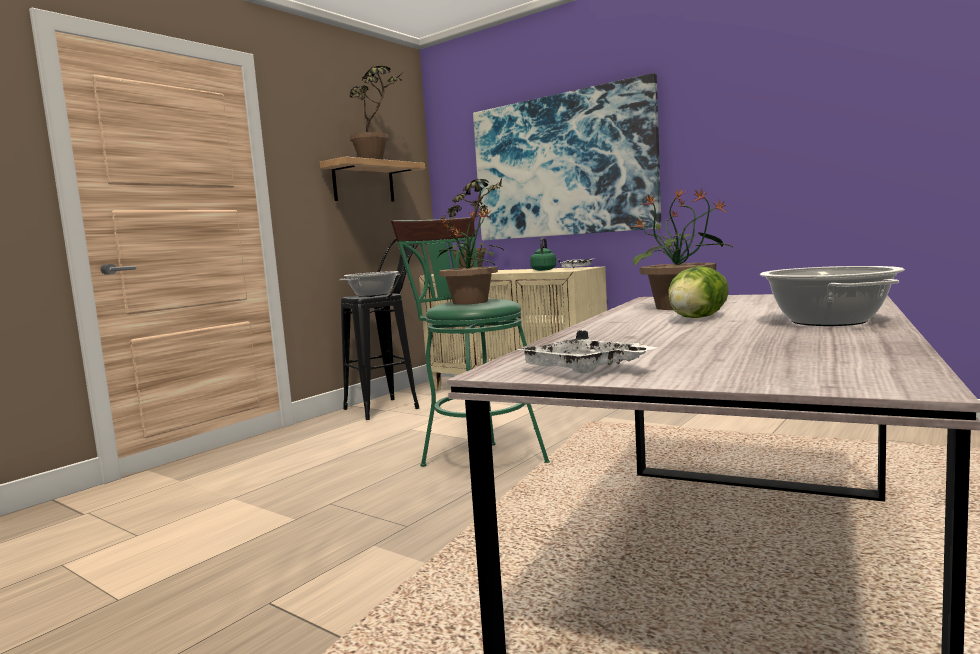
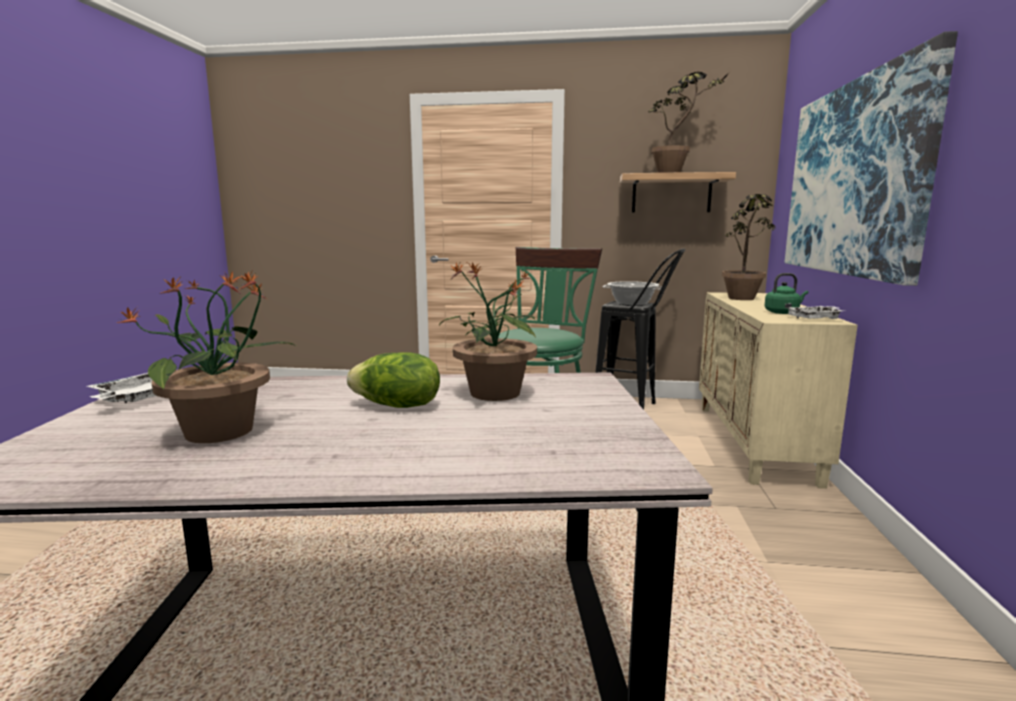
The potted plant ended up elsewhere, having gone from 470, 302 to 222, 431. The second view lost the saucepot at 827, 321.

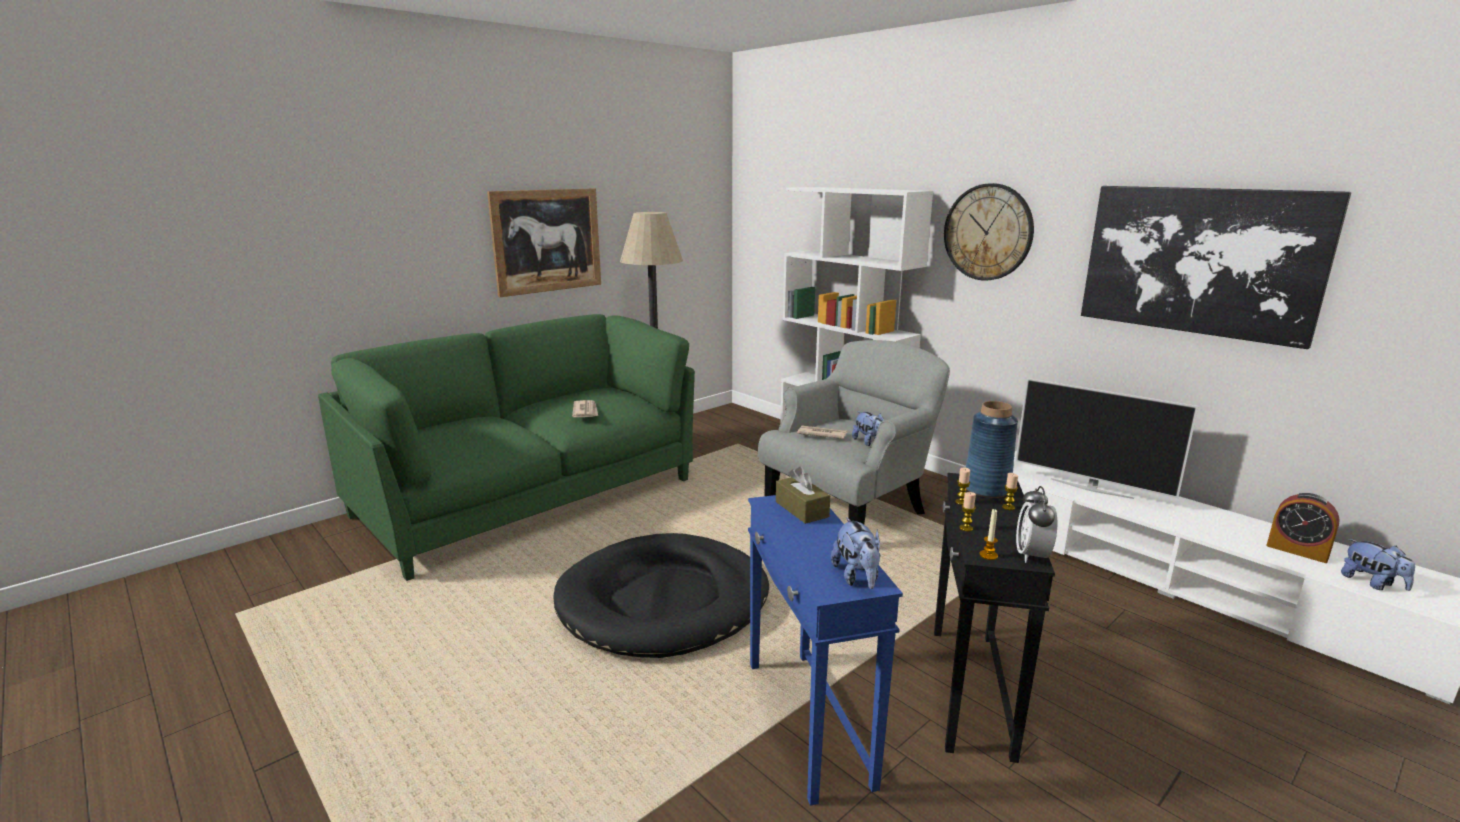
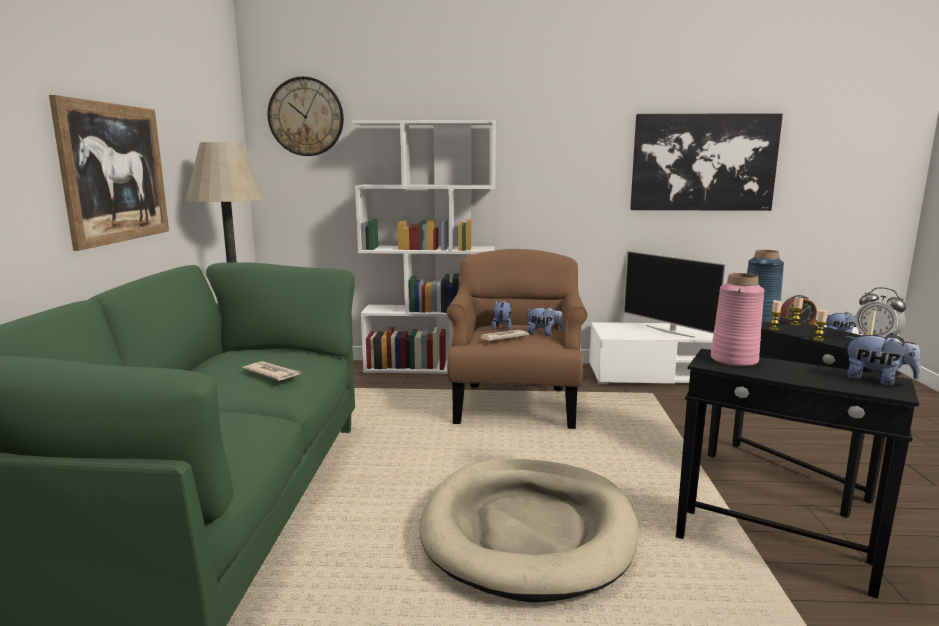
What was the pet bed (blackish) at 664, 601 turned into the pet bed (beige) at 528, 531. What was the end table (blue) at 807, 722 turned into the end table (blackish) at 773, 550. What was the lounge chair (gray) at 849, 509 turned into the lounge chair (brown) at 515, 404. Where the box of tissues (brown) stood at 801, 509, the flower vase (pinkish) came to stand at 734, 360. The clock on the wall ended up elsewhere, having gone from 988, 232 to 306, 117. The TV at 1091, 488 ended up facing another way, 60 degrees clockwise from before. The second view gained the plush toy at 502, 327.

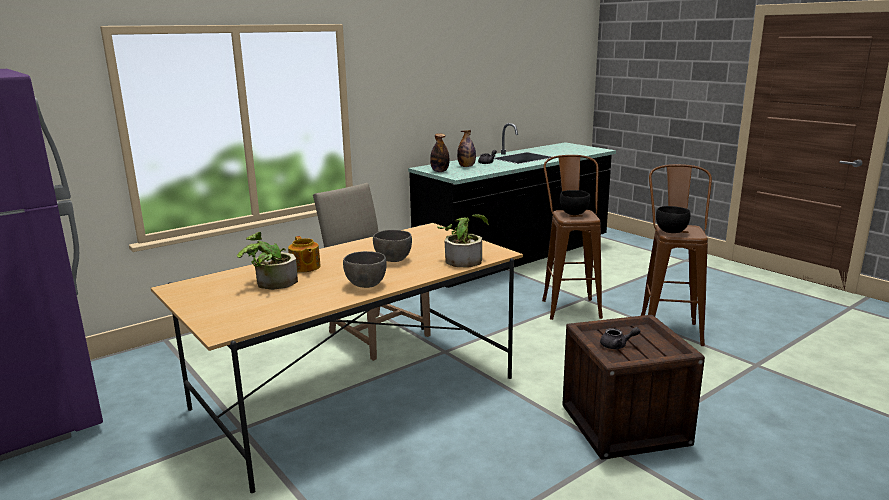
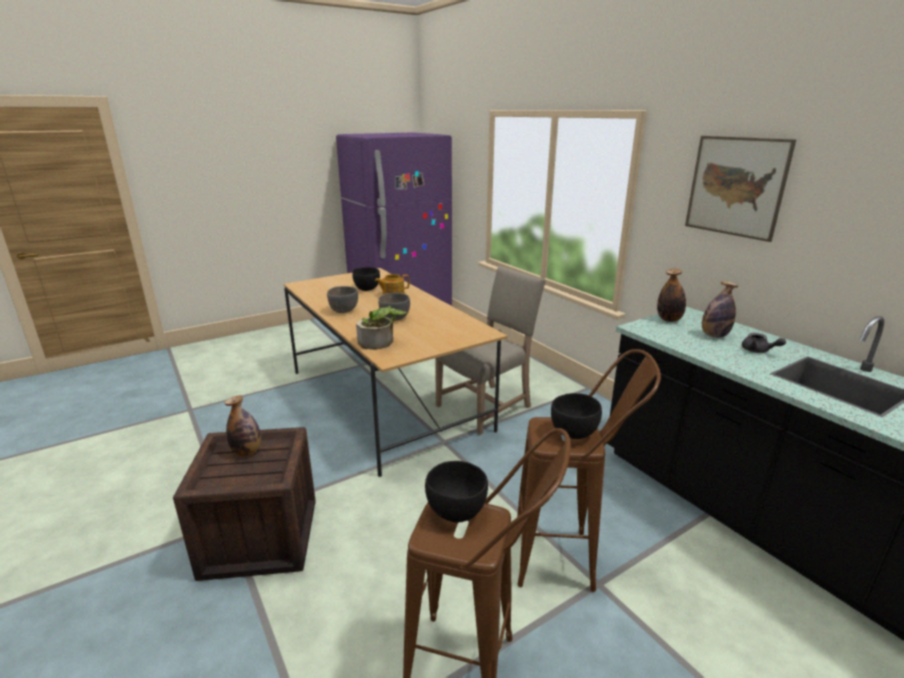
Where the potted plant stood at 271, 283, the serving bowl (blackish) came to stand at 367, 289. Where the teapot (gray) stood at 617, 345, the bottle came to stand at 247, 452. The second view gained the wall art at 736, 186.

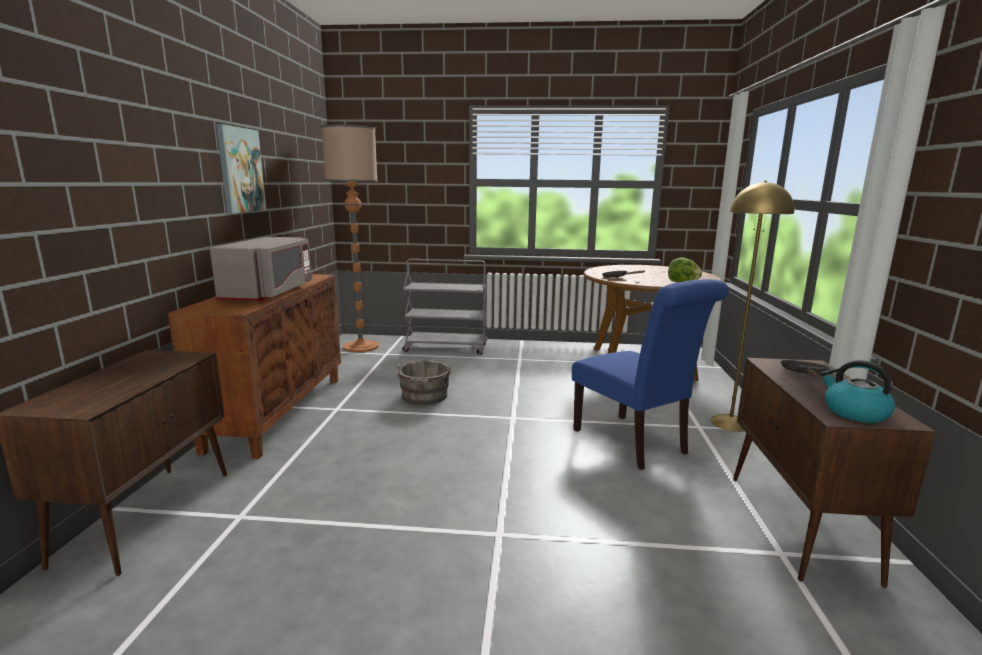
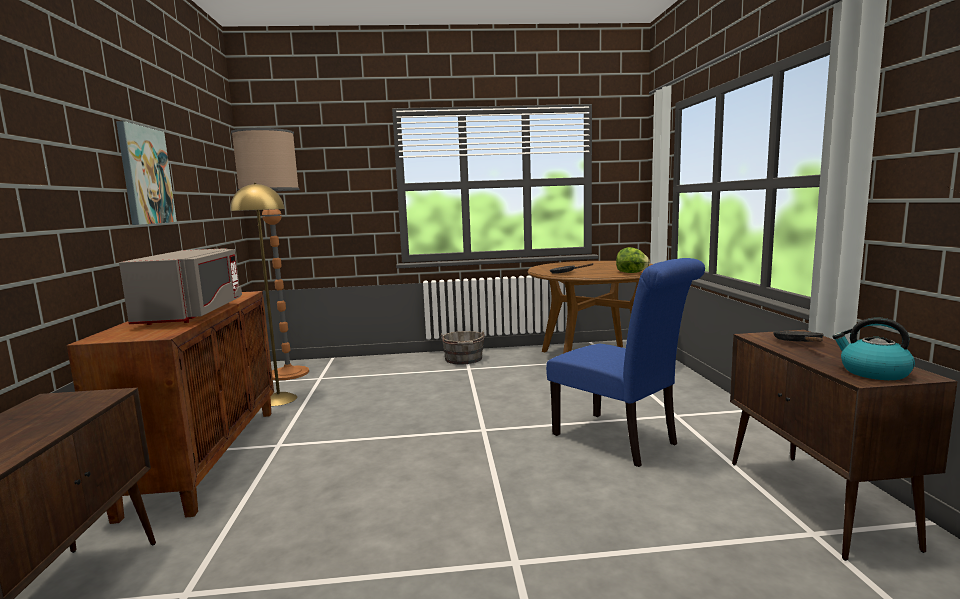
The bucket (gray) ended up elsewhere, having gone from 424, 397 to 464, 359. The second view lost the cart (gray) at 446, 348. The standing lamp (yellow-coloured) ended up elsewhere, having gone from 730, 423 to 279, 399.

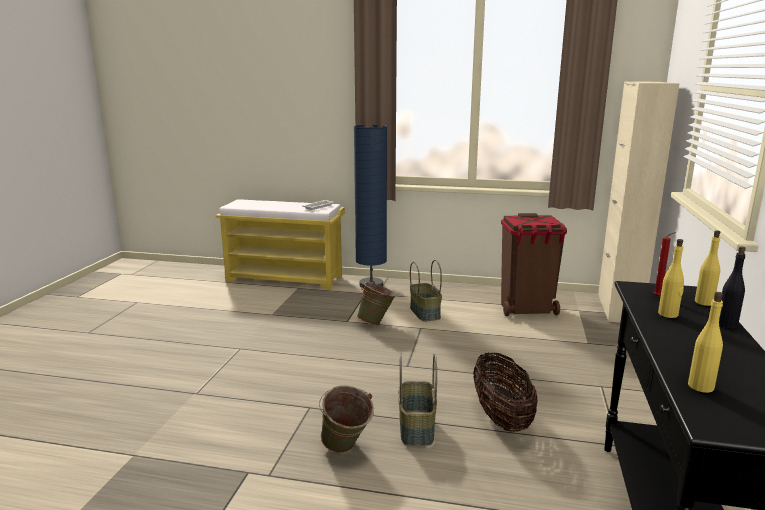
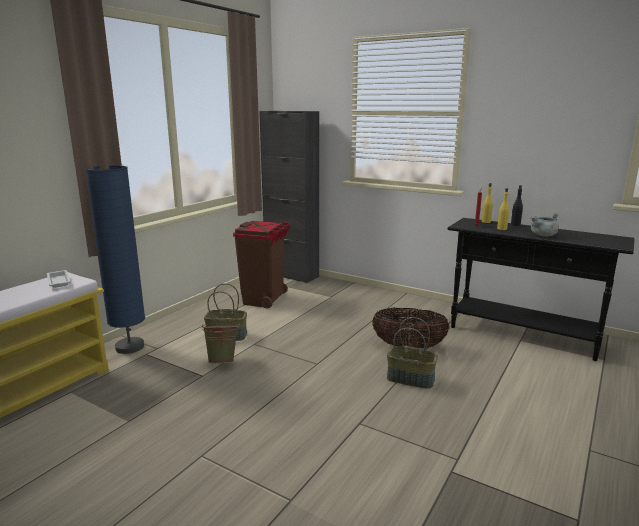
The second view lost the bucket (greenish) at 345, 450. What was the cupboard (beige) at 619, 308 turned into the cupboard (blackish) at 292, 275. The second view lost the bottle (yellow-coloured) at 700, 386. The second view gained the saucepot (gray) at 543, 235.

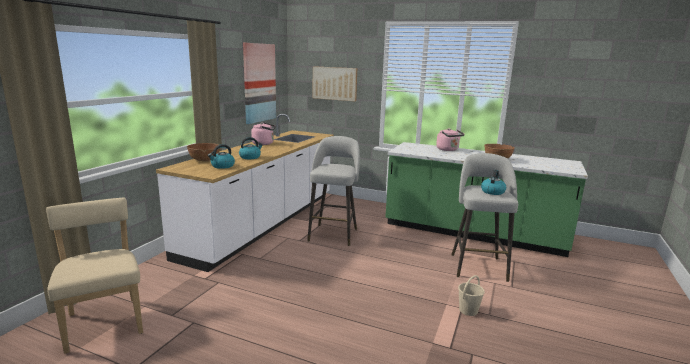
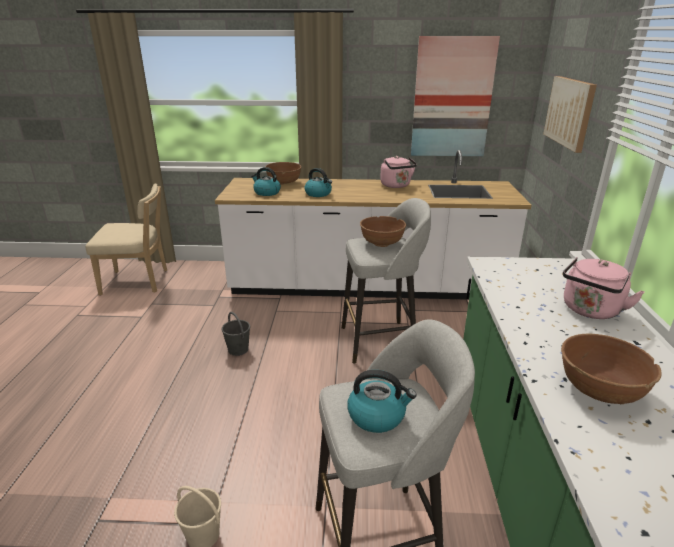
The plain chair (beige) at 104, 321 ended up facing another way, 45 degrees clockwise from before. The second view gained the bucket (gray) at 238, 350. The second view gained the serving bowl (brown) at 381, 243.

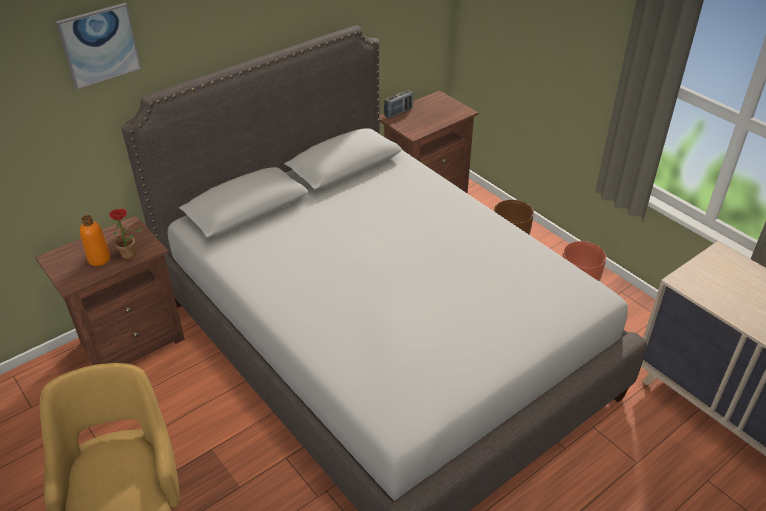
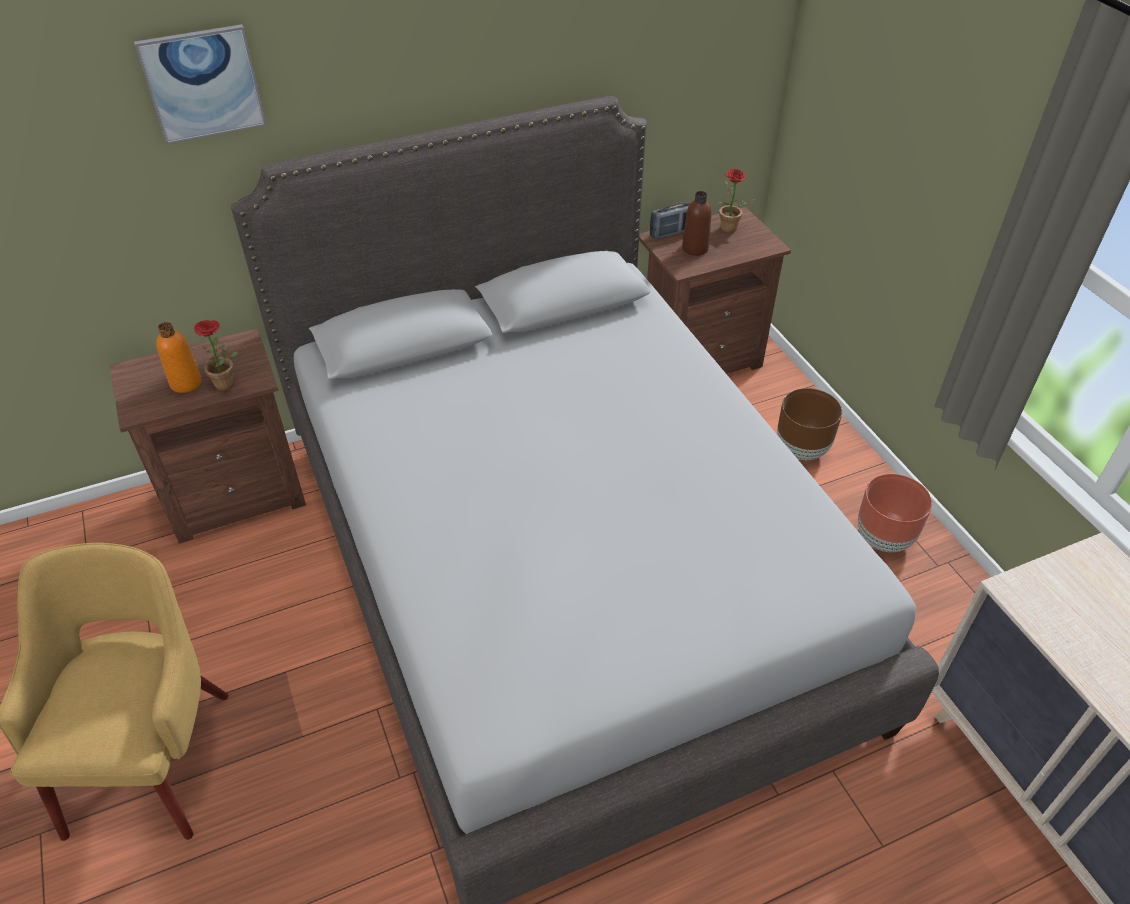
The second view gained the bottle (brown) at 695, 248. The second view gained the potted plant at 728, 231.

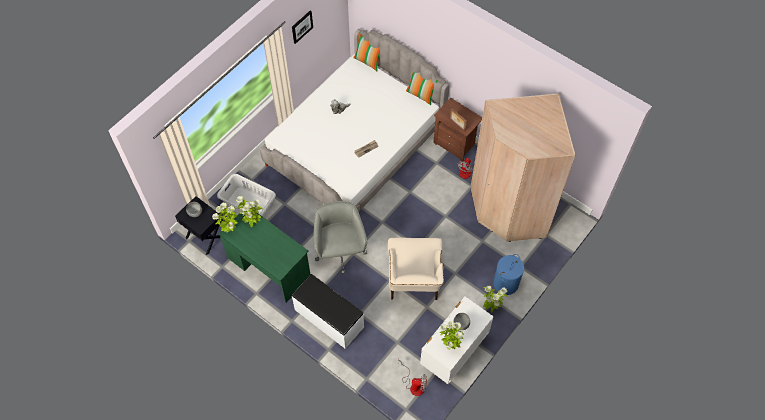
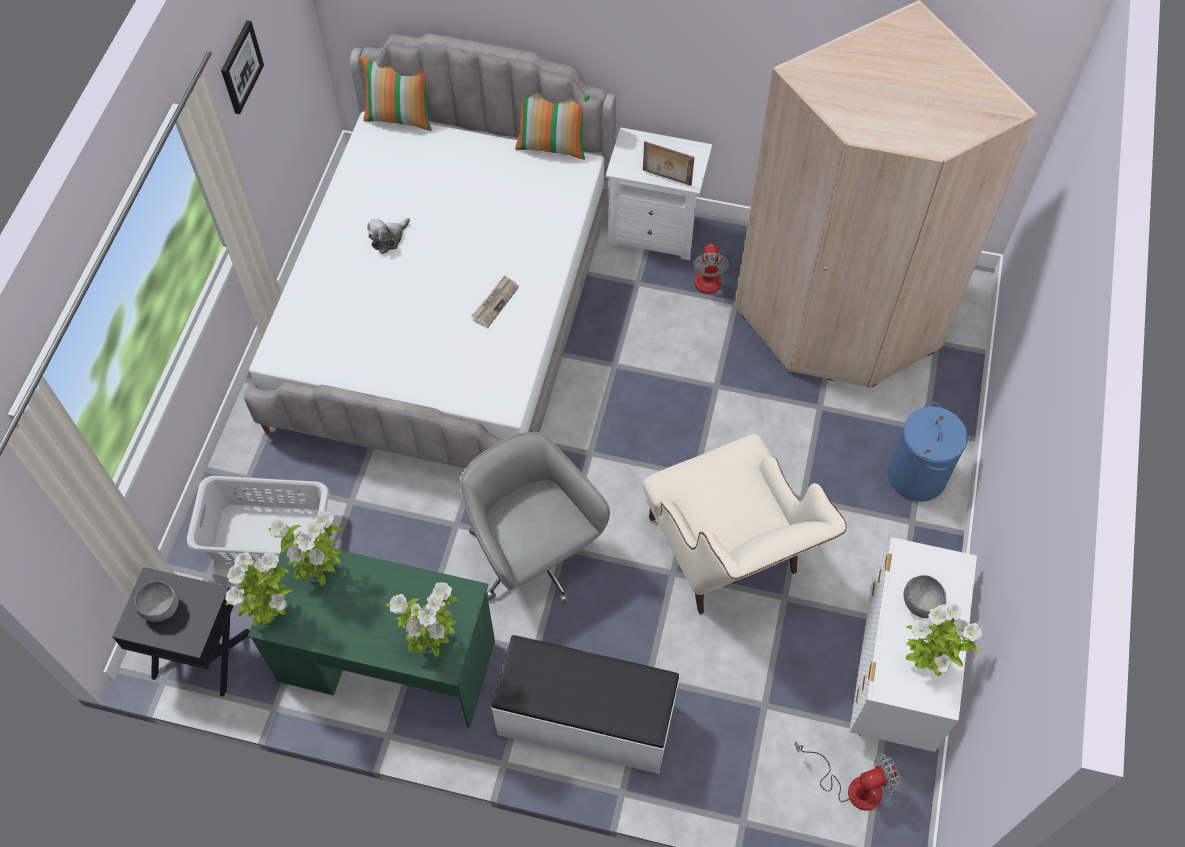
What was the bedside table (brown) at 455, 144 turned into the bedside table (white) at 655, 230. The potted plant ended up elsewhere, having gone from 491, 308 to 433, 644.

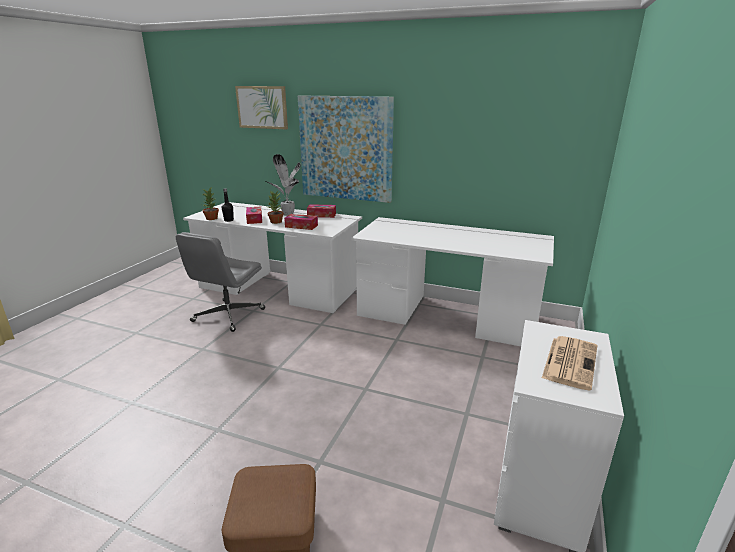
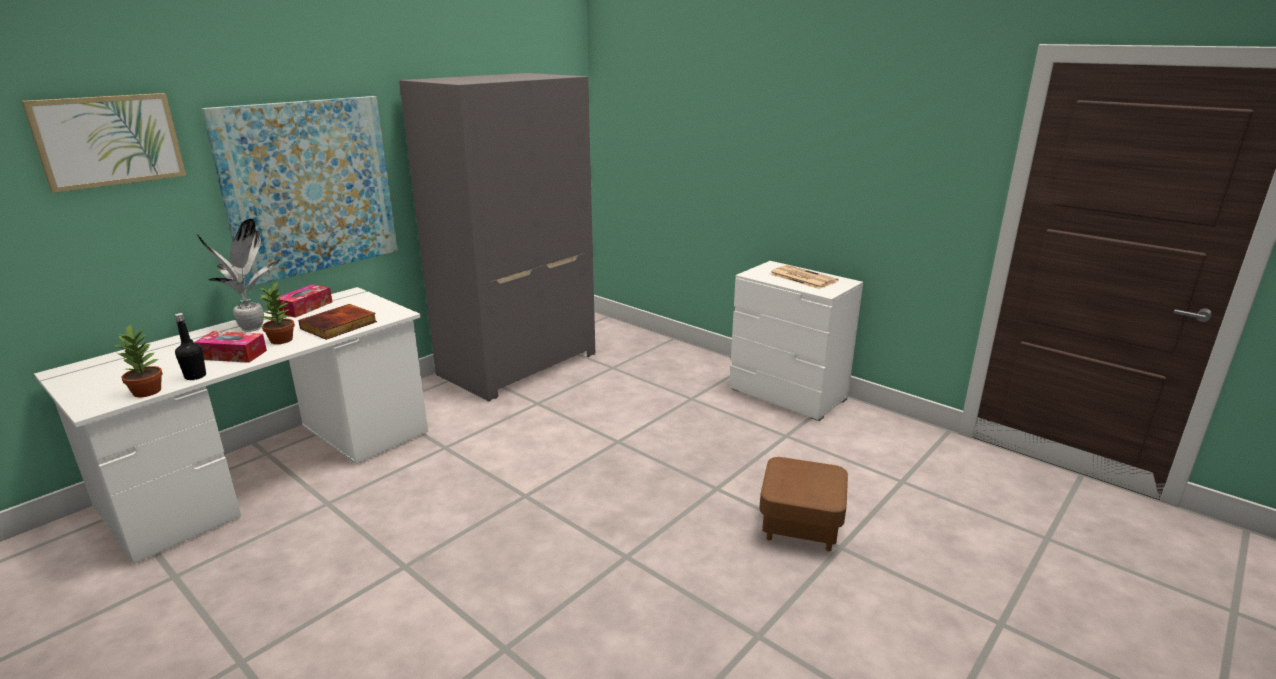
The second view lost the desk chair (gray) at 228, 315. Where the box of tissues stood at 301, 226, the book came to stand at 339, 325. Where the desk (white) stood at 447, 316, the armoire (gray) came to stand at 518, 363.

